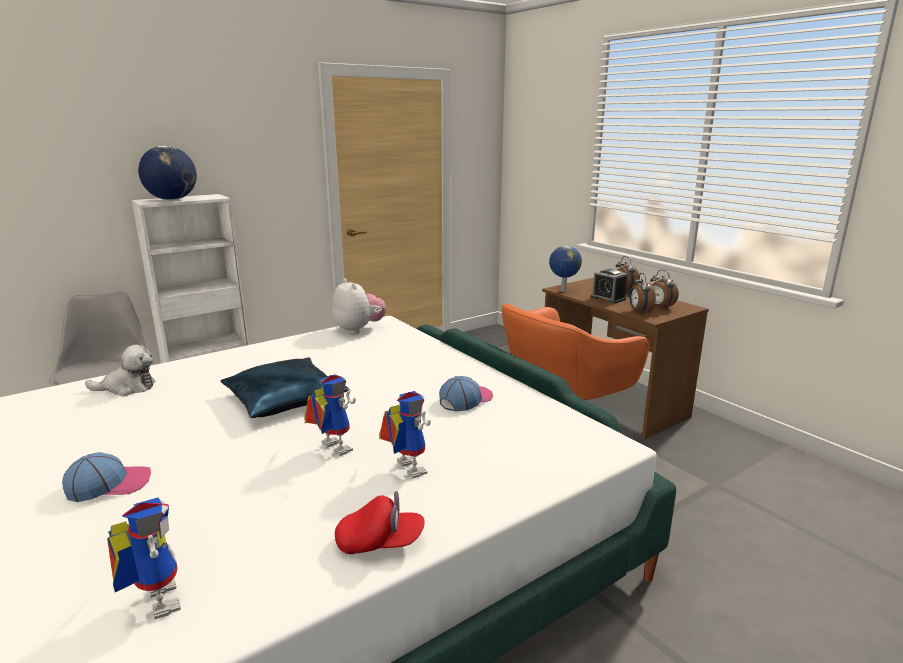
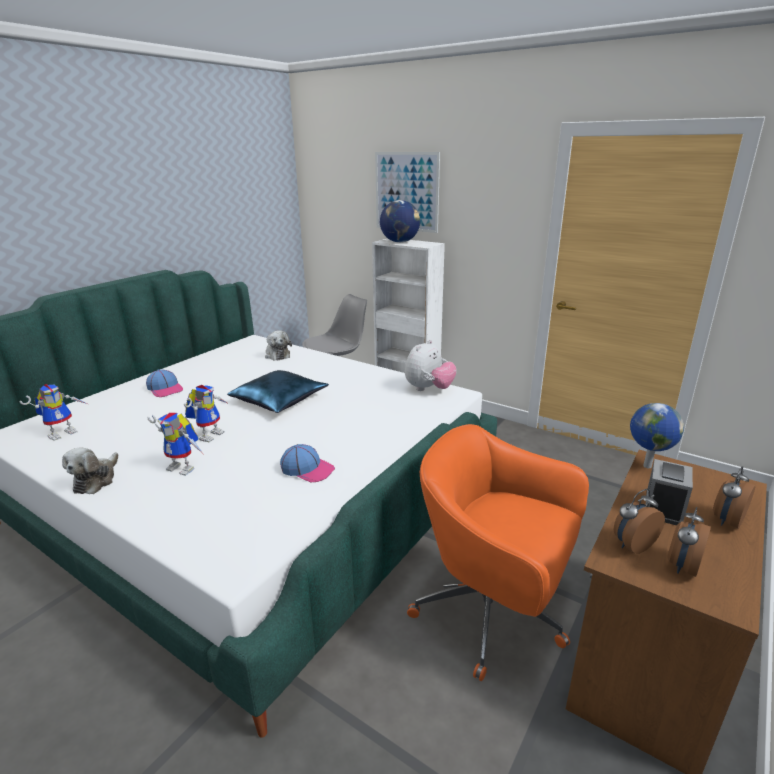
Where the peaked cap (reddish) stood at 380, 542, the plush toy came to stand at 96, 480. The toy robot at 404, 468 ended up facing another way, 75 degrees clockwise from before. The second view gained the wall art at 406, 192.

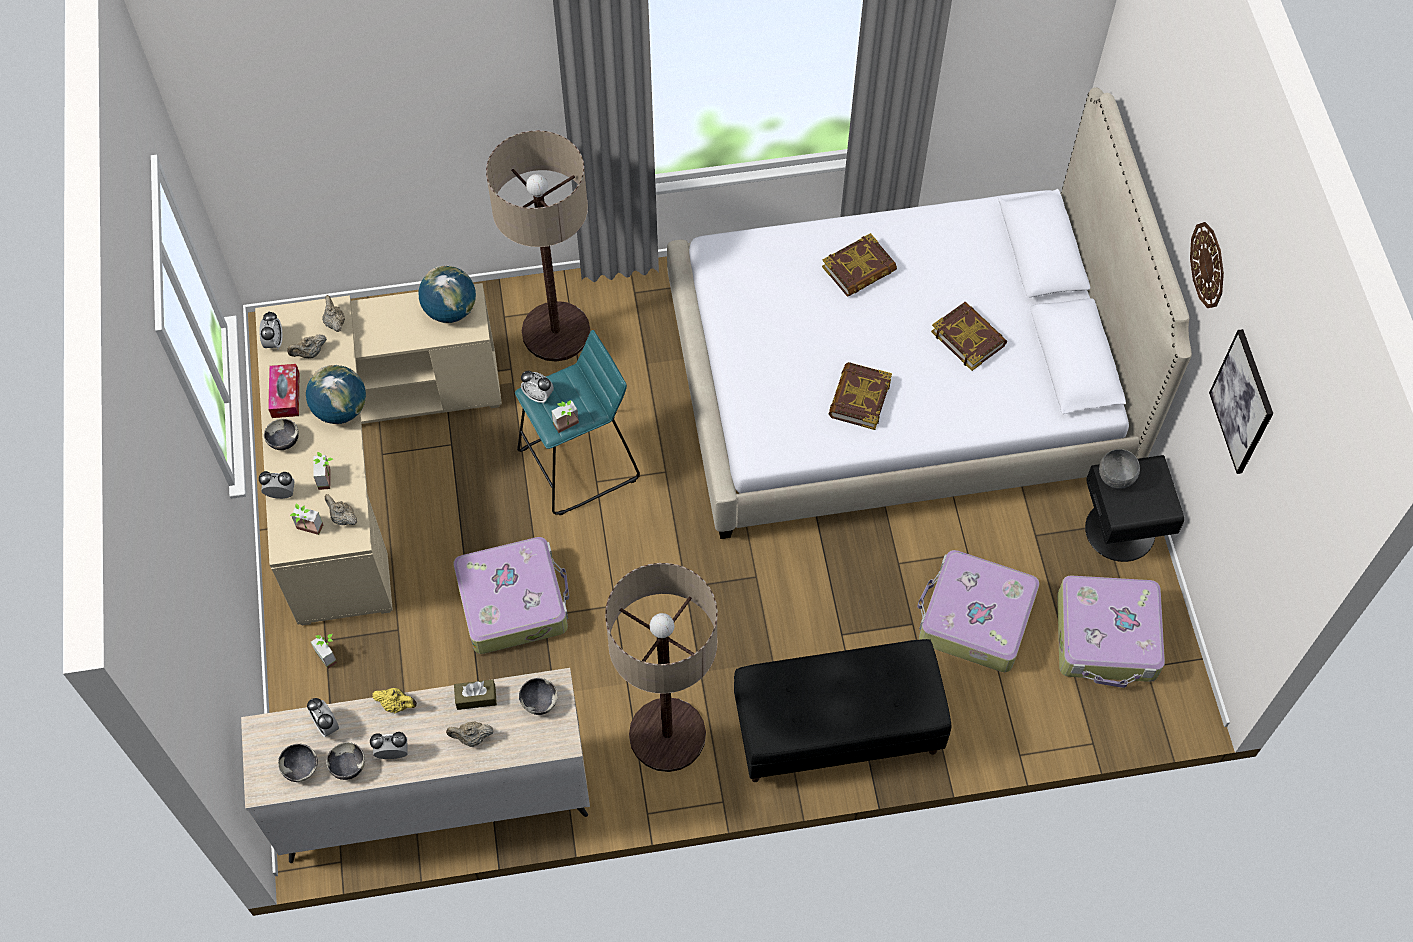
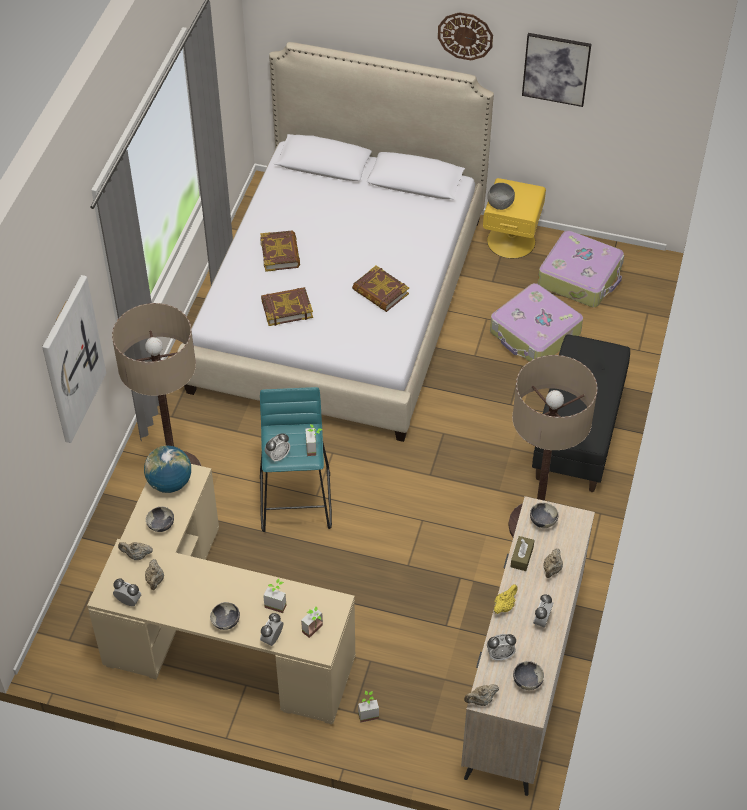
The second view lost the box of tissues at 285, 395. The second view lost the desk globe at 341, 409. The teapot (beige) ended up elsewhere, having gone from 342, 517 to 481, 700. The serving bowl ended up elsewhere, having gone from 348, 767 to 161, 526. The second view lost the suitcase at 513, 601. The book ended up elsewhere, having gone from 968, 338 to 286, 309. What was the bedside table (blackish) at 1121, 530 turned into the bedside table (yellow-coloured) at 511, 240. The second view gained the wall art at 72, 359.

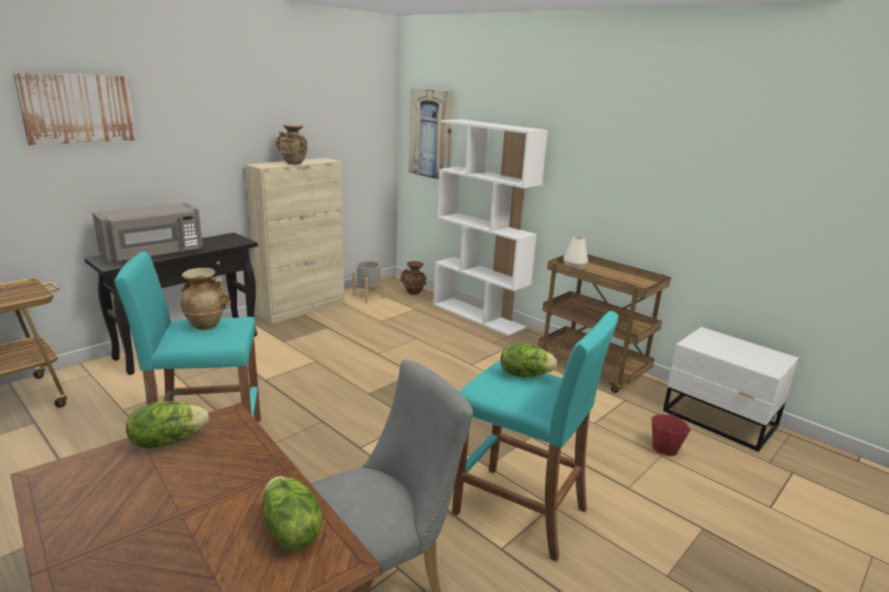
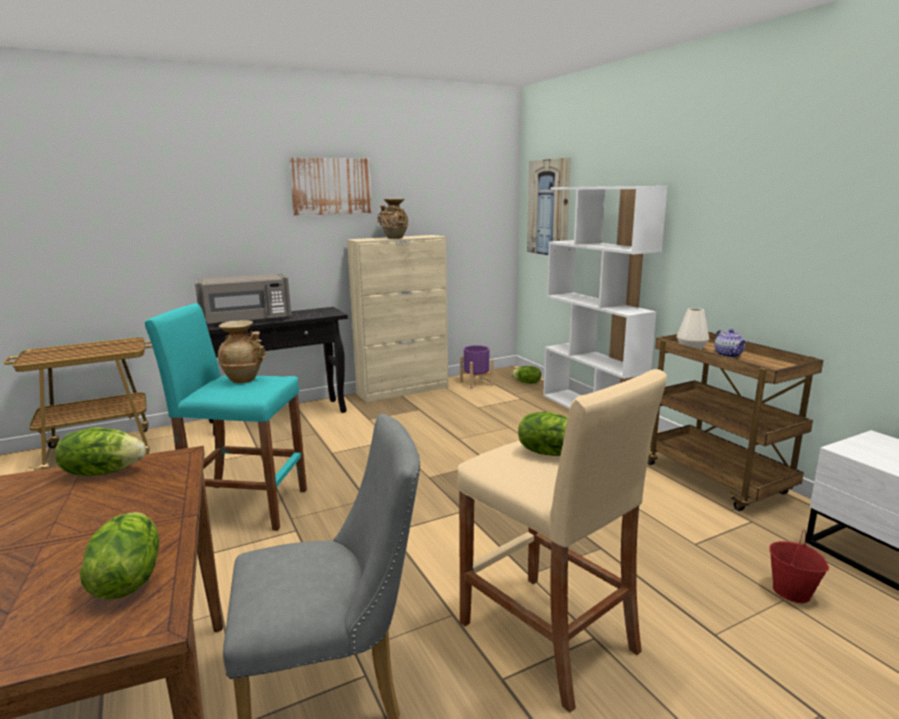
The wall art ended up elsewhere, having gone from 78, 109 to 331, 186. What was the plant pot (gray) at 368, 296 turned into the plant pot (purple-coloured) at 476, 383. Where the flower vase (brown) stood at 413, 293, the head of lettuce came to stand at 527, 383. What was the sitting stool (turquoise) at 520, 511 turned into the sitting stool (beige) at 548, 637. The second view gained the teapot at 729, 355.

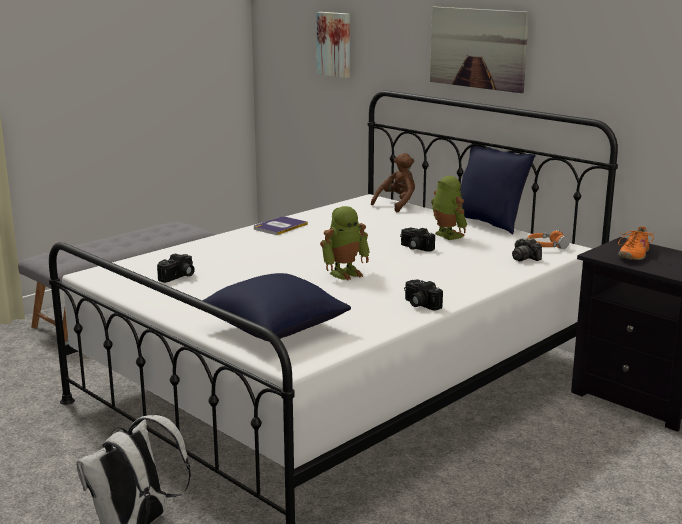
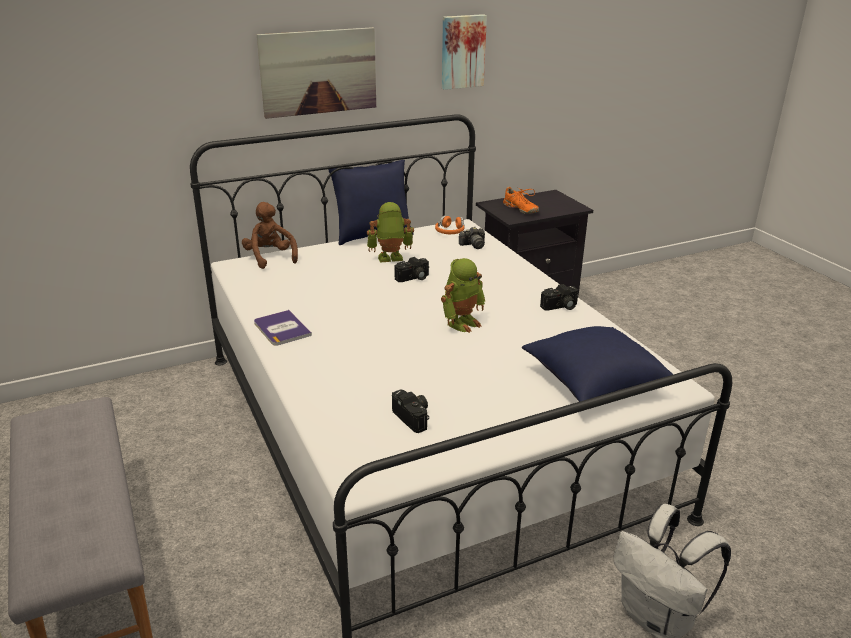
The wall art ended up elsewhere, having gone from 335, 44 to 462, 51. The toy robot at 345, 273 ended up facing another way, 60 degrees clockwise from before.

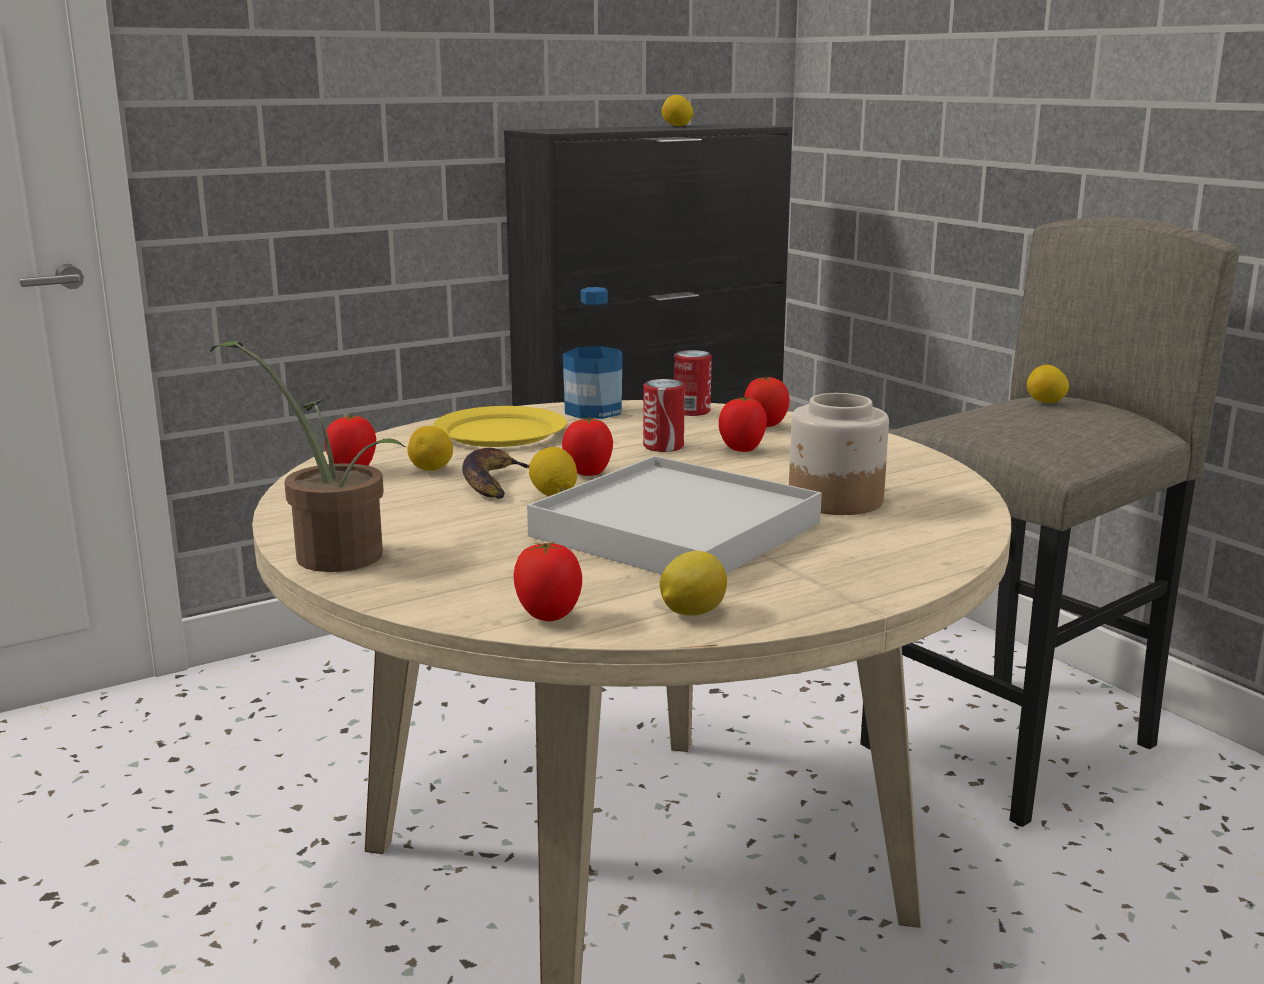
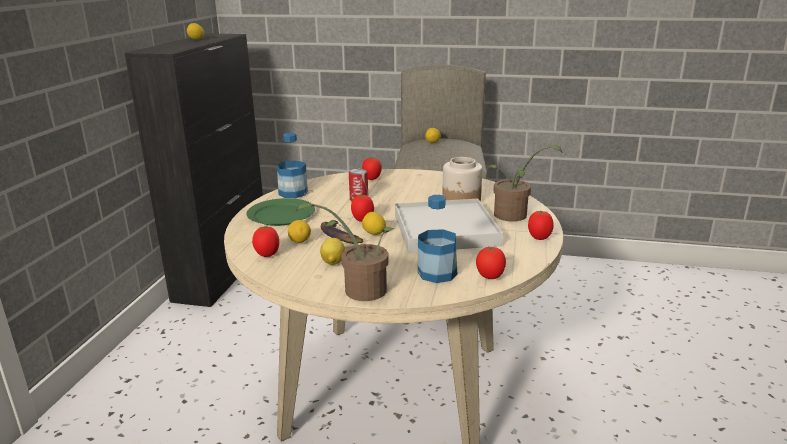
What was the flat dish (yellow-coloured) at 501, 432 turned into the flat dish (greenish) at 281, 215. The whole lemon ended up elsewhere, having gone from 691, 612 to 332, 262. The second view lost the can at 692, 411. The tomato ended up elsewhere, having gone from 742, 450 to 539, 238. The second view gained the bottle at 437, 273. The second view gained the potted plant at 513, 216.

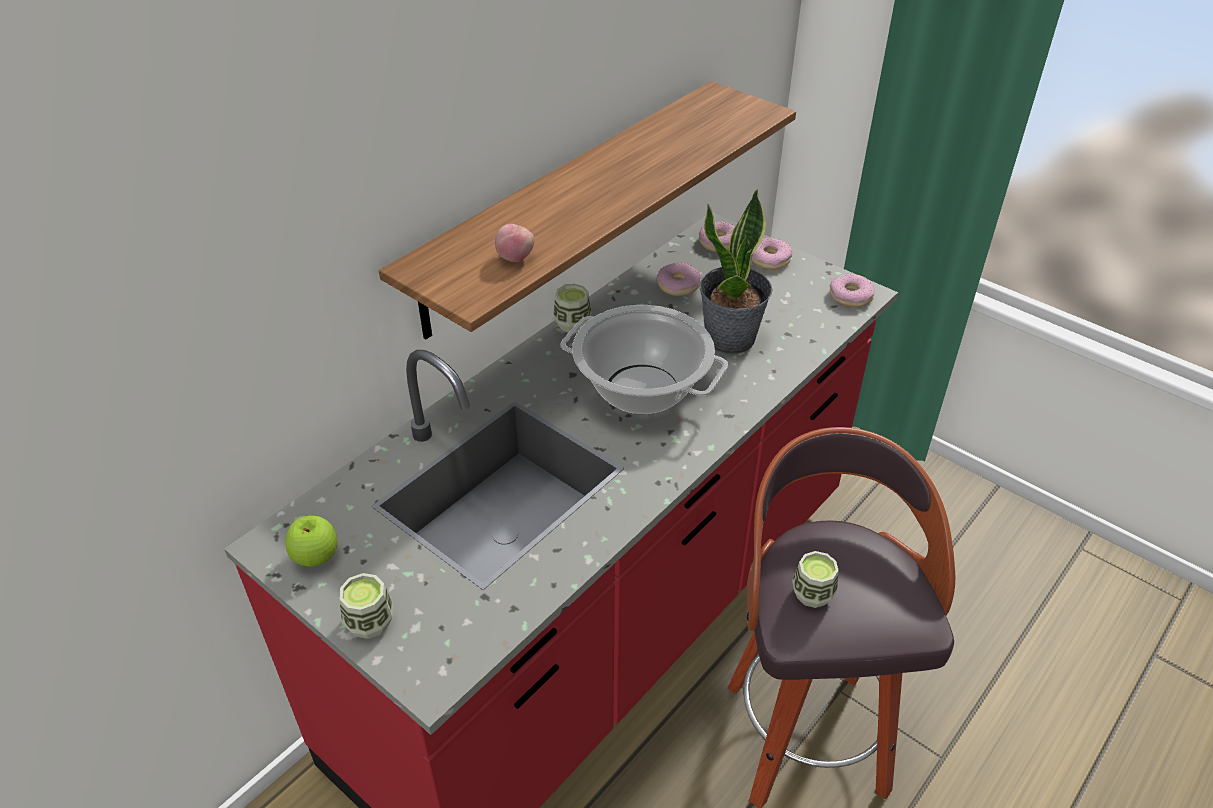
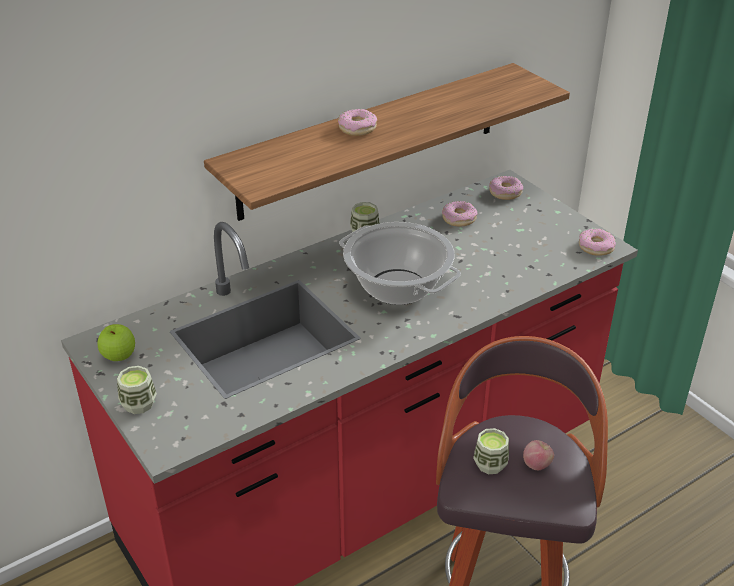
The apple ended up elsewhere, having gone from 515, 258 to 536, 464. The second view lost the potted plant at 730, 338. The ring doughnut ended up elsewhere, having gone from 770, 259 to 357, 128.

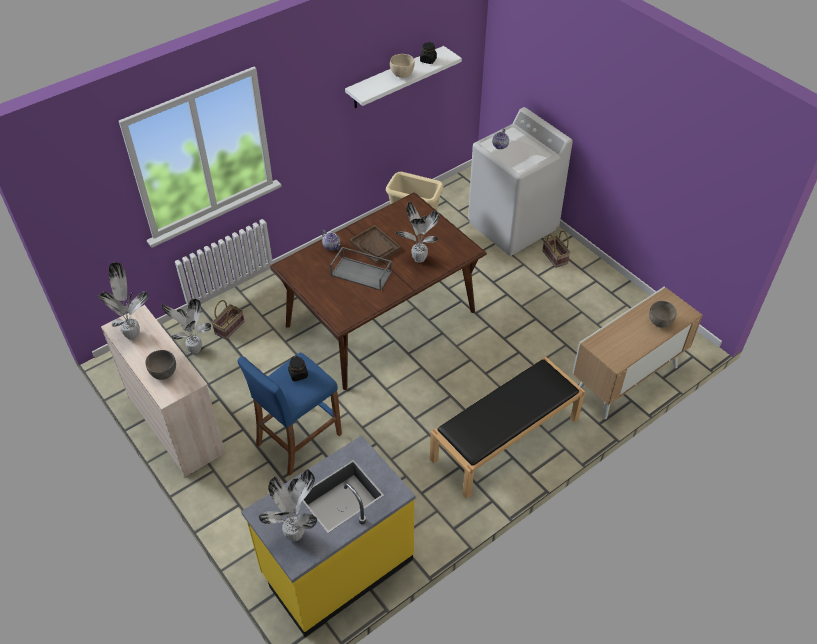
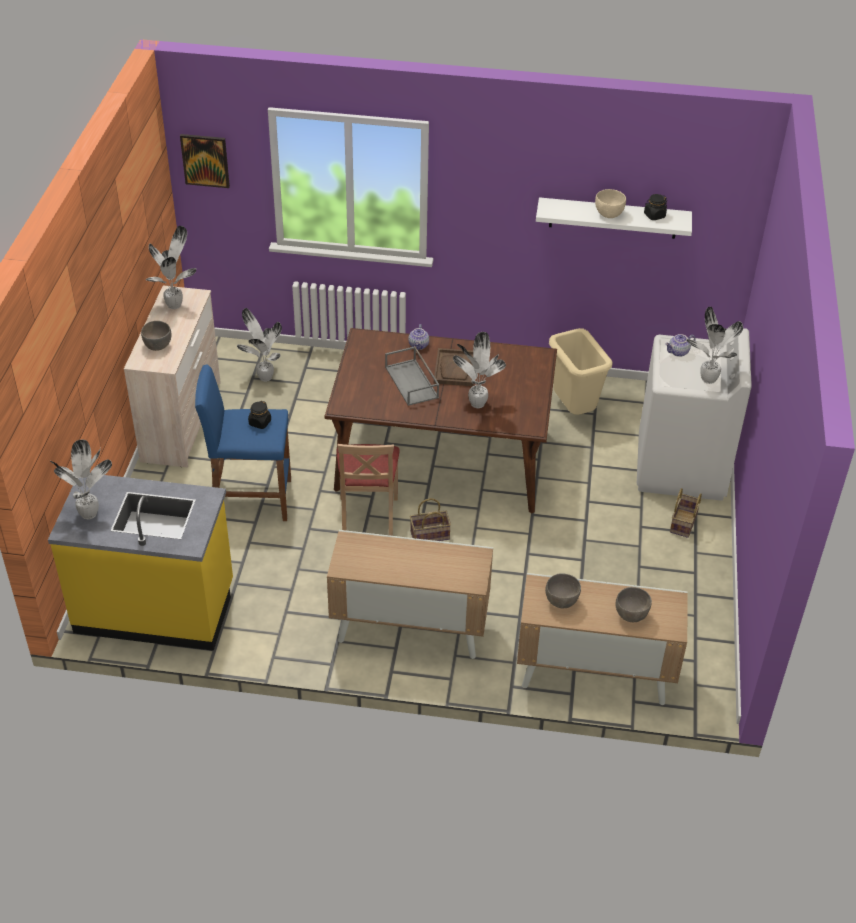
The basket ended up elsewhere, having gone from 229, 328 to 429, 536. Where the long seat (blackish) stood at 505, 439, the cupboard came to stand at 409, 630. The second view gained the wall art at 205, 160. The second view gained the plain chair (beige) at 368, 517. The second view gained the serving bowl (gray) at 561, 601. The second view gained the potted plant at 708, 380.

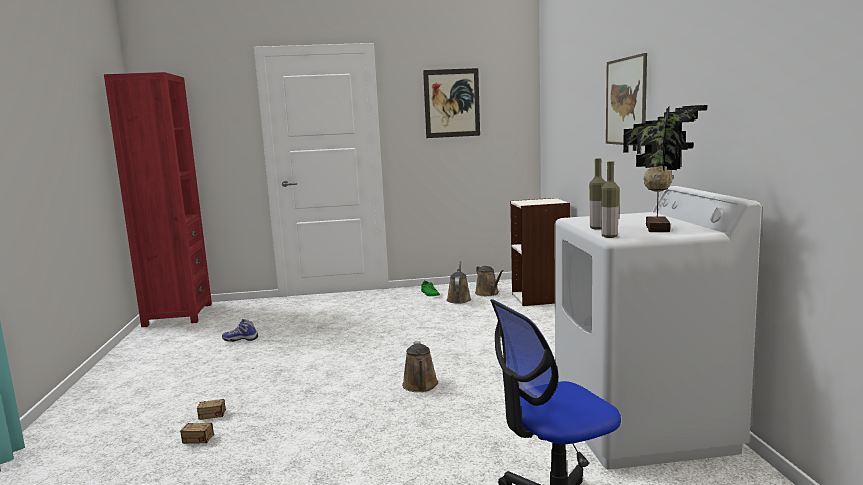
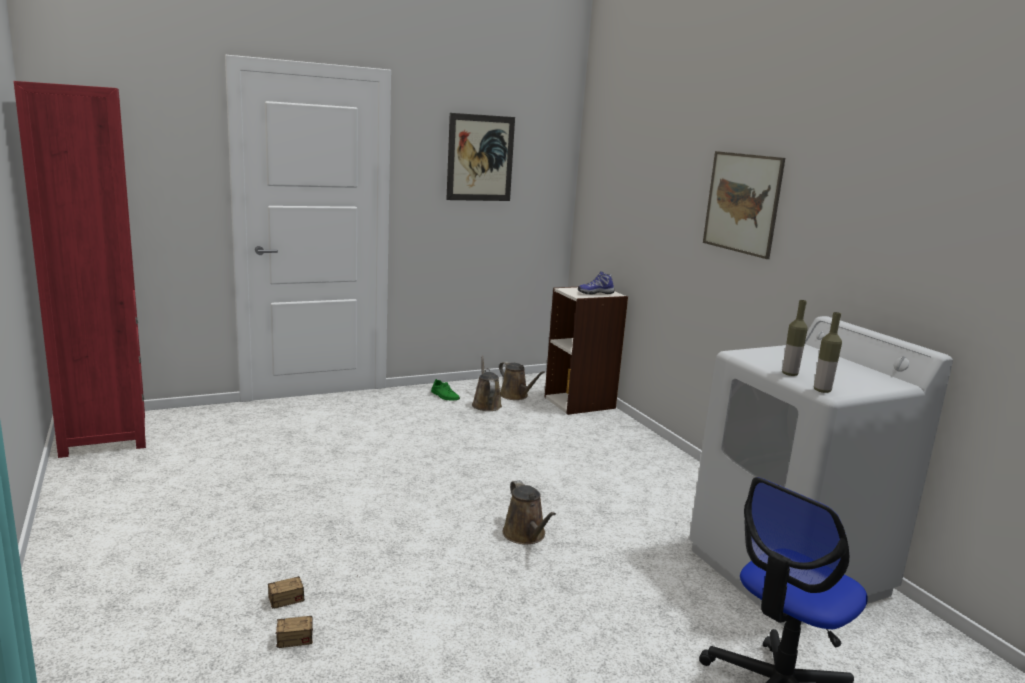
The low shoe ended up elsewhere, having gone from 241, 339 to 595, 293. The second view lost the potted plant at 660, 228.

